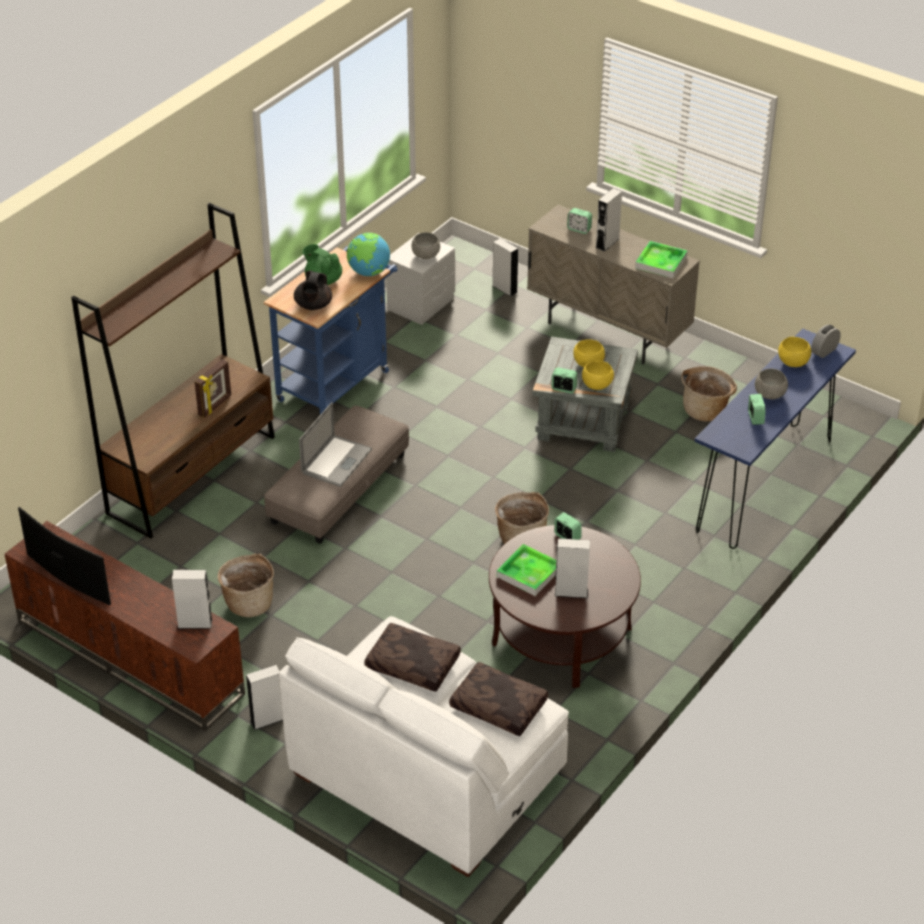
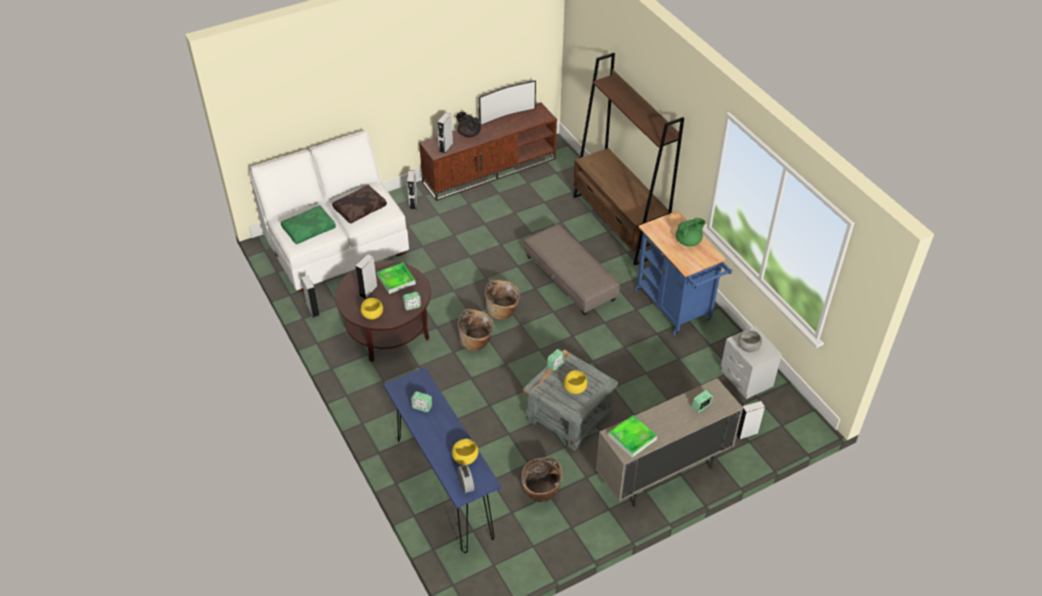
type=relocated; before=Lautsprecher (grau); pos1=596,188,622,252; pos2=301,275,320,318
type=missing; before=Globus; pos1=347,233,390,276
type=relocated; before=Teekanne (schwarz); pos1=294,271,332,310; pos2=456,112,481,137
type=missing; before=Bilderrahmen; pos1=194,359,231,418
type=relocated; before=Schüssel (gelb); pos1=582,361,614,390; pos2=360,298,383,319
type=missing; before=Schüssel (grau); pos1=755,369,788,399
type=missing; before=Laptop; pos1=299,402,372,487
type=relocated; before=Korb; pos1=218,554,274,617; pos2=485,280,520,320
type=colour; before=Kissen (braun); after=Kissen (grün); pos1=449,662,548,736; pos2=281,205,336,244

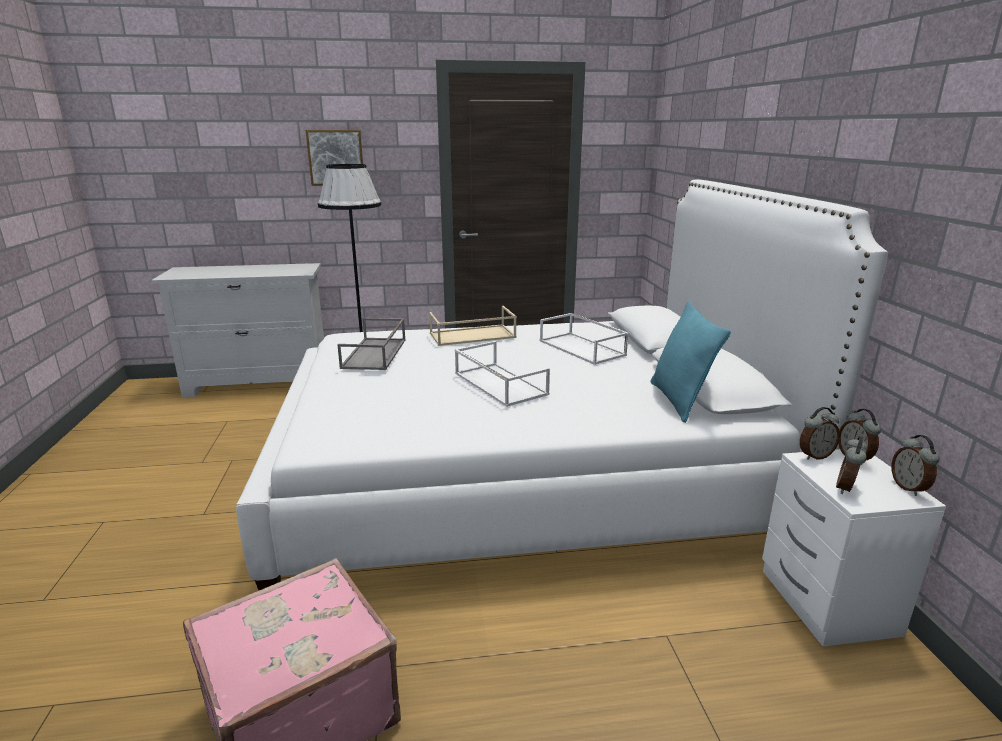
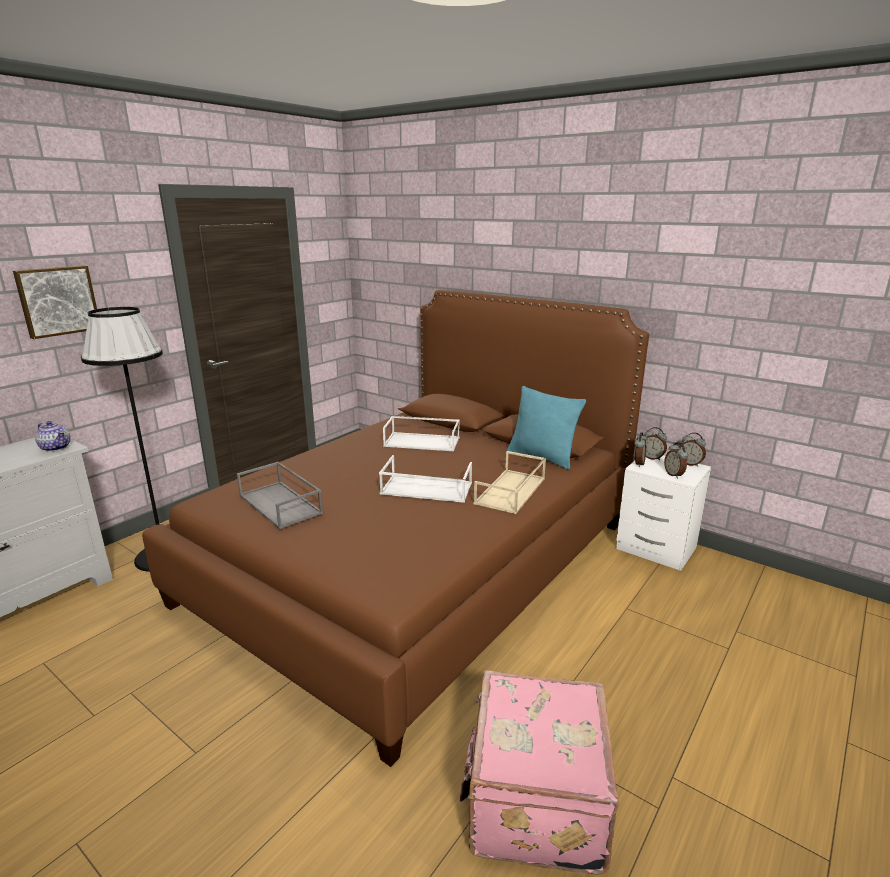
type=colour; before=Bett (weiß); after=Bett (braun); pos1=236,179,888,590; pos2=142,290,649,767
type=relocated; before=Tablett (beige); pos1=429,306,517,346; pos2=474,451,546,514
type=appeared; after=Teekanne; pos2=35,421,71,452

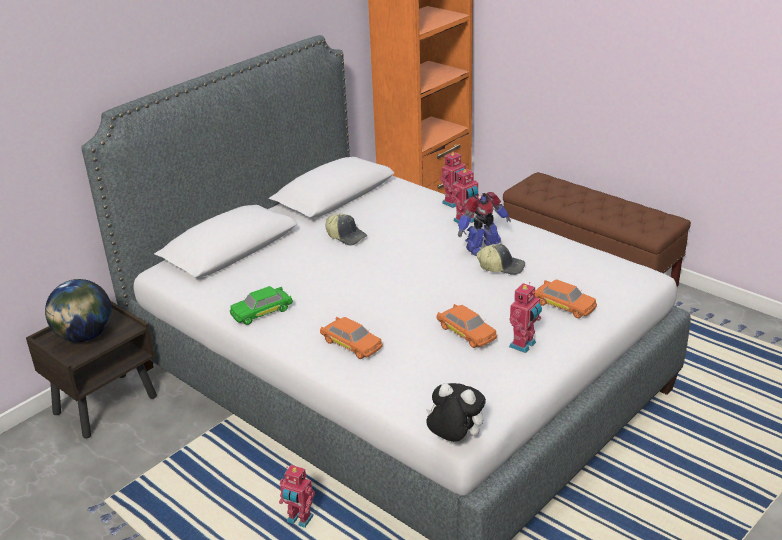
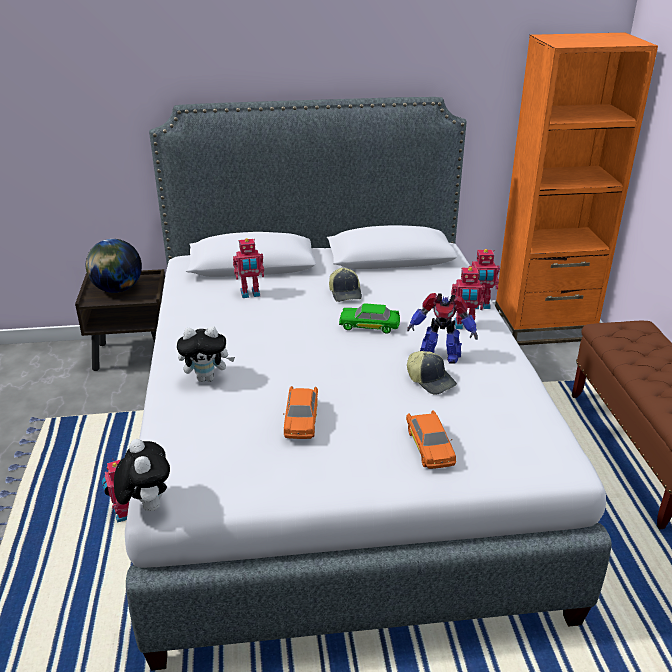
type=relocated; before=Spielzeugroboter; pos1=509,282,542,353; pos2=233,238,264,298
type=relocated; before=Spielzeugauto (grün); pos1=230,286,293,325; pos2=339,303,400,334
type=exchanged; before=Spielzeugauto (orange); after=Plüschtier; pos1=320,317,383,359; pos2=177,326,235,382

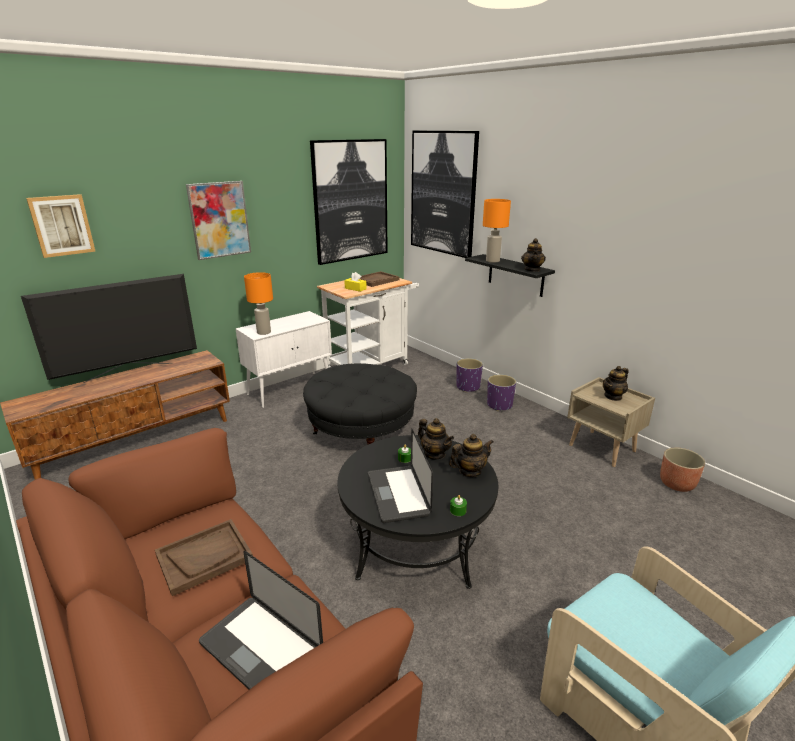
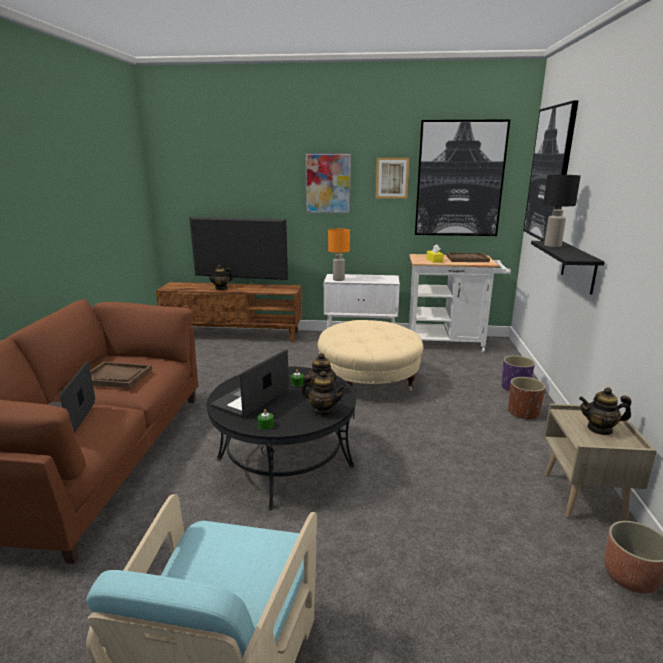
type=relocated; before=Bild; pos1=26,194,96,258; pos2=376,158,409,199
type=colour; before=Tischlampe (orange); after=Tischlampe (schwarz); pos1=483,199,511,263; pos2=543,175,581,247
type=relocated; before=Teekanne; pos1=521,238,546,272; pos2=208,265,233,290
type=colour; before=Polsterhocker (schwarz); after=Polsterhocker (beige); pos1=303,363,417,444; pos2=318,320,423,391
type=colour; before=Pflanzkübel (lila); after=Pflanzkübel (braun); pos1=487,374,516,411; pos2=508,377,546,420

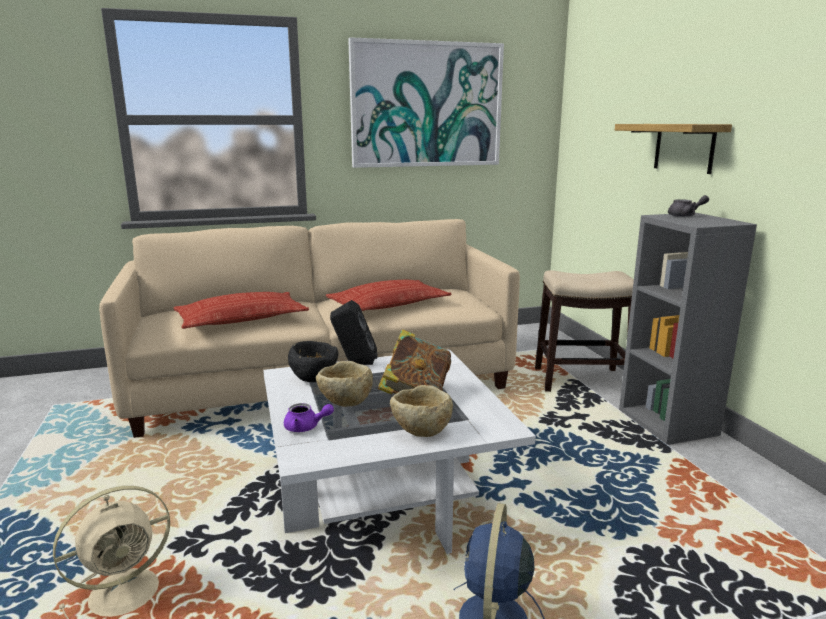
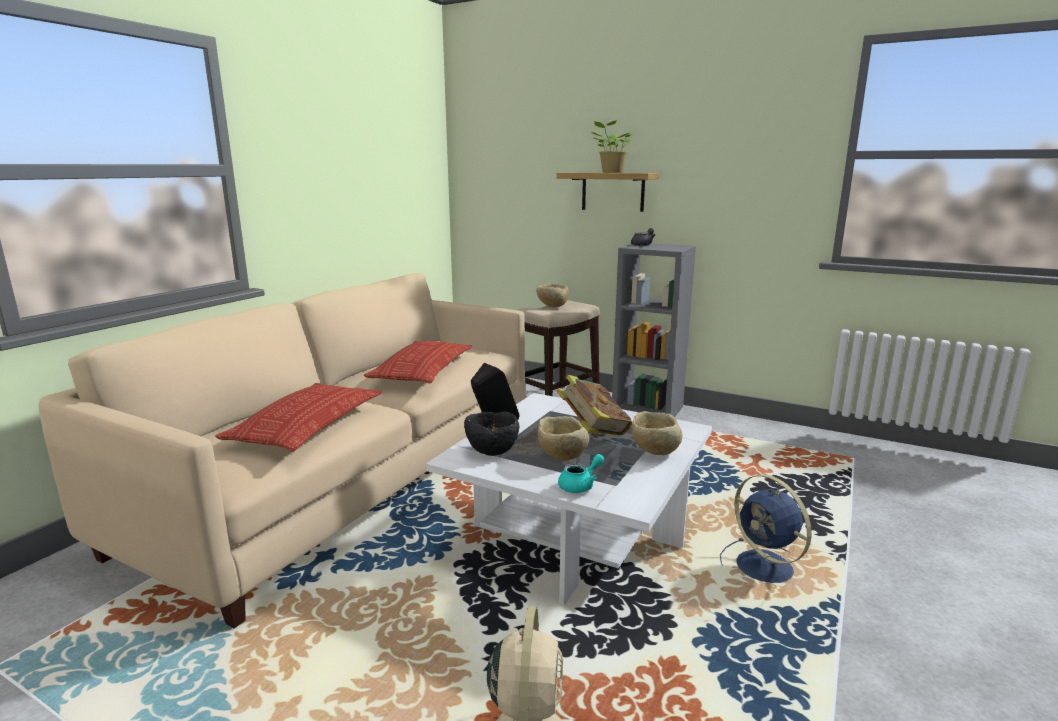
type=missing; before=Bild; pos1=348,37,504,168
type=colour; before=Teekanne (lila); after=Teekanne (türkis); pos1=284,403,334,432; pos2=558,454,604,493
type=appeared; after=Topfpflanze; pos2=591,121,634,173
type=appeared; after=Schüssel (beige); pos2=536,283,569,307

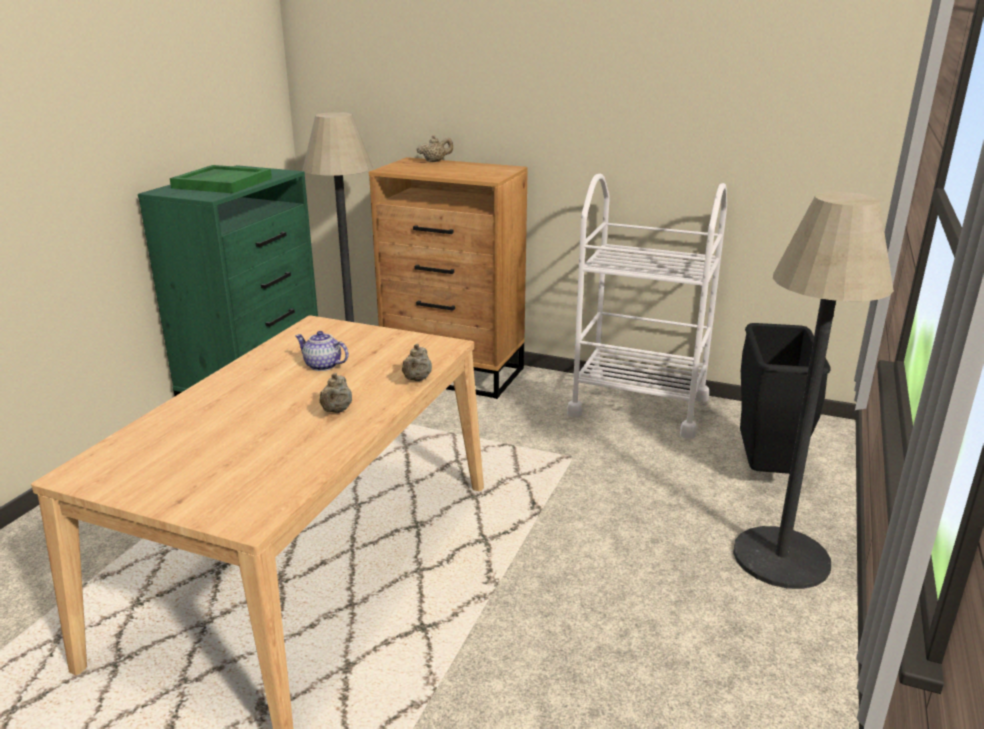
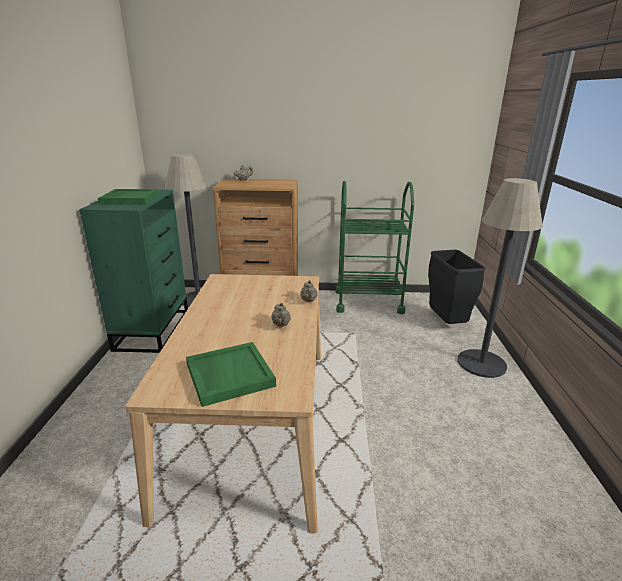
type=colour; before=Rollwagen (weiß); after=Rollwagen (grün); pos1=567,174,727,439; pos2=336,181,414,314
type=missing; before=Teekanne; pos1=295,331,348,371
type=appeared; after=Tablett (grün); pos2=186,342,276,407

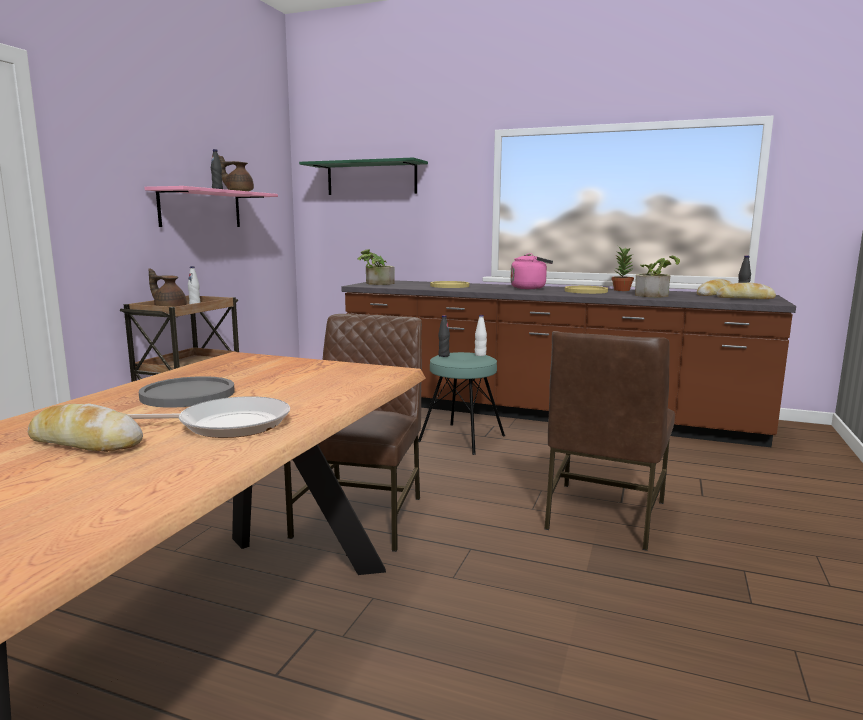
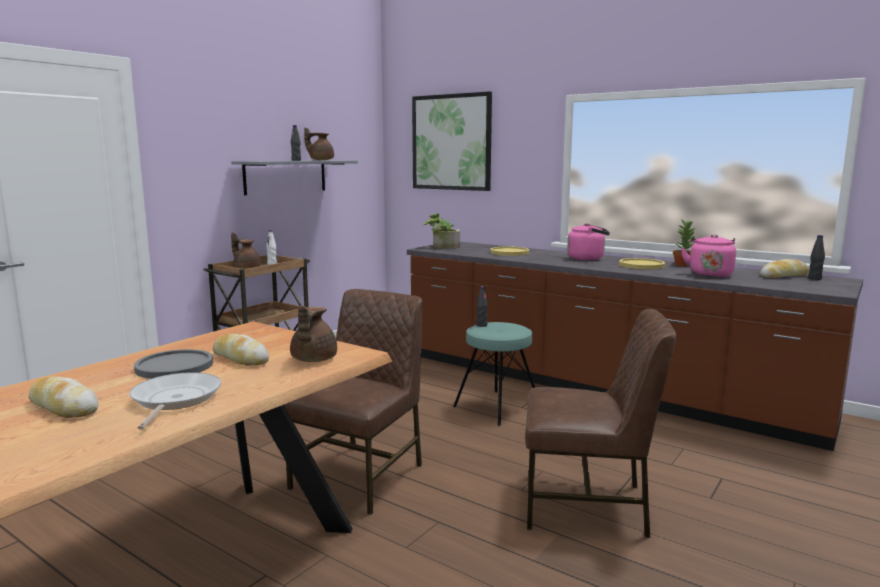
type=exchanged; before=Wandregal (grün); after=Bild; pos1=299,157,428,195; pos2=412,91,492,191
type=colour; before=Wandregal (rosa); after=Wandregal (grau); pos1=144,186,278,227; pos2=231,160,358,195
type=exchanged; before=Topfpflanze; after=Wasserkessel (rosa); pos1=635,256,680,297; pos2=681,234,736,277
type=relocated; before=Brot; pos1=716,282,776,299; pos2=213,334,269,366
type=missing; before=Flasche (weiß); pos1=475,315,487,356
type=spun; before=Stuhl (braun); pos1=544,331,675,551; pos2=525,309,677,538; turn=-120
type=spun; before=Pfanne; pos1=127,396,290,438; pos2=129,372,221,430; turn=-105
type=appeared; after=Teekanne (braun); pos2=290,306,337,362

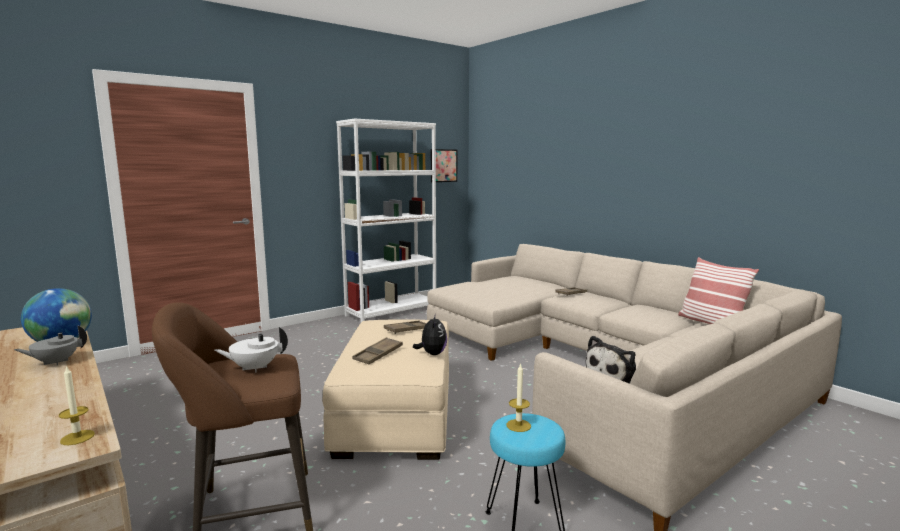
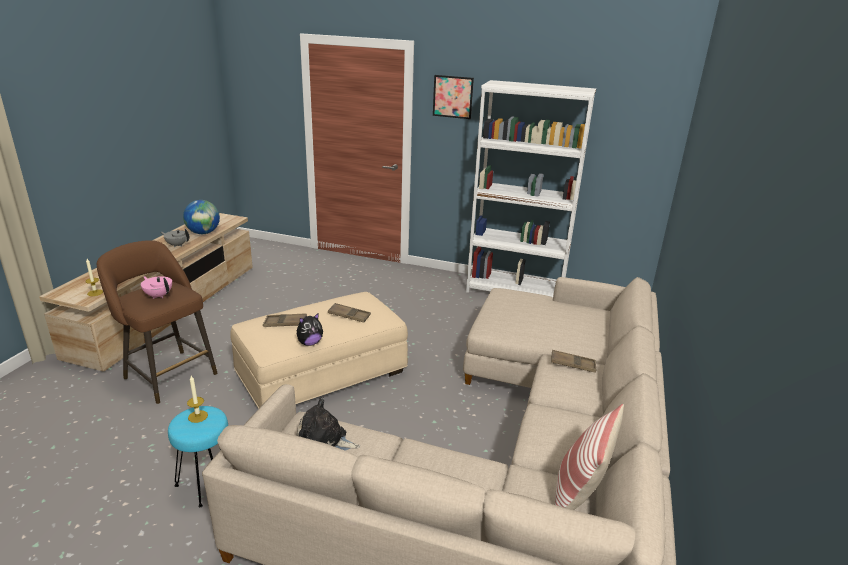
type=relocated; before=Bild; pos1=431,149,457,182; pos2=433,75,474,119
type=colour; before=Teekanne (weiß); after=Teekanne (rosa); pos1=214,327,288,373; pos2=141,276,172,299

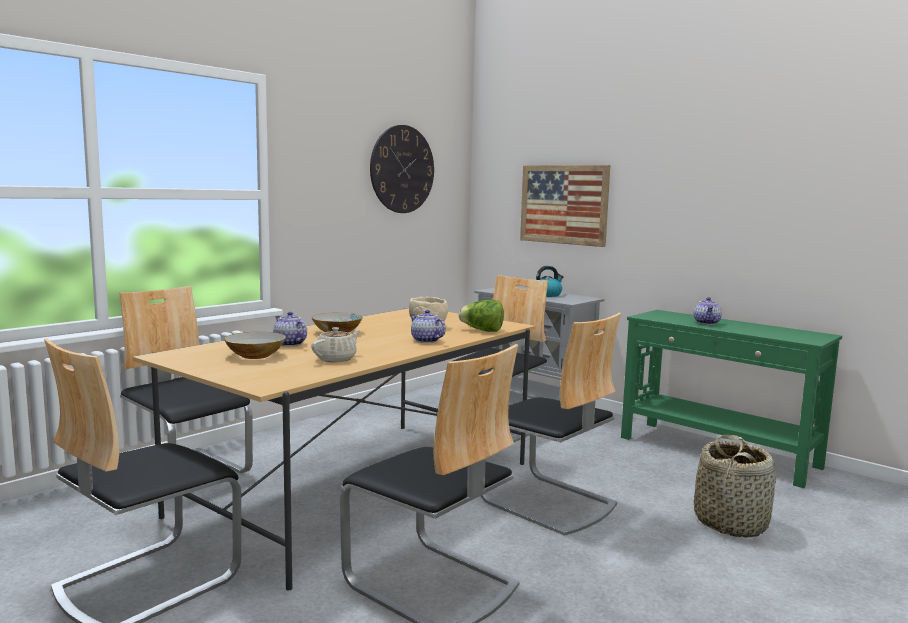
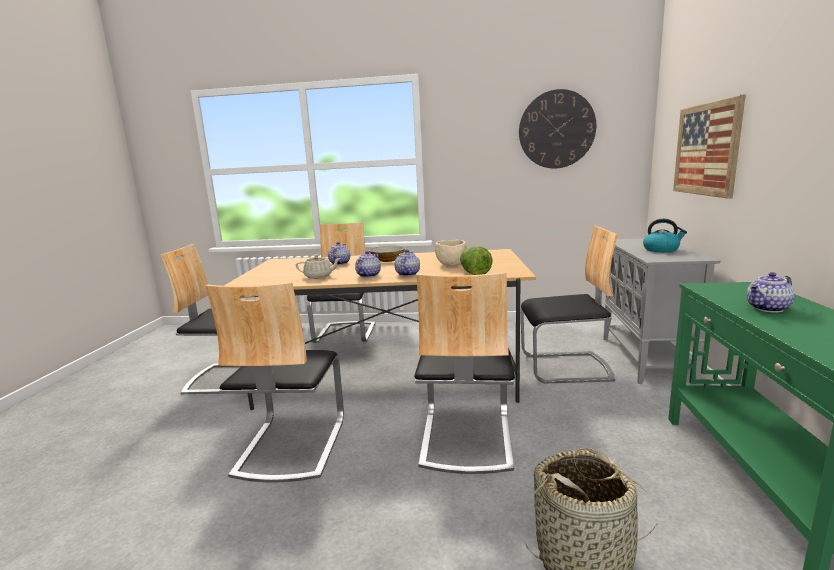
type=missing; before=Schüssel; pos1=224,332,286,359
type=appeared; after=Teekanne; pos2=355,251,381,278

